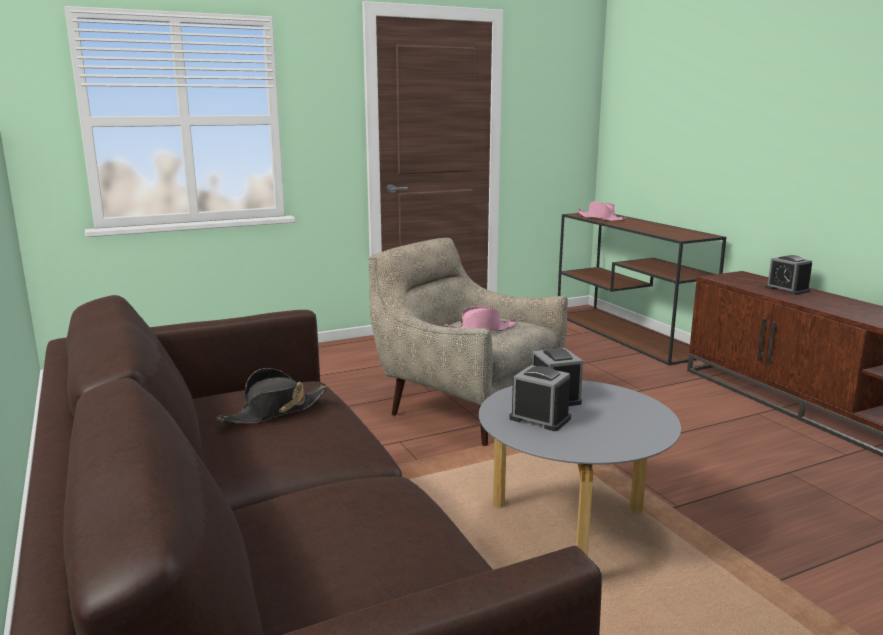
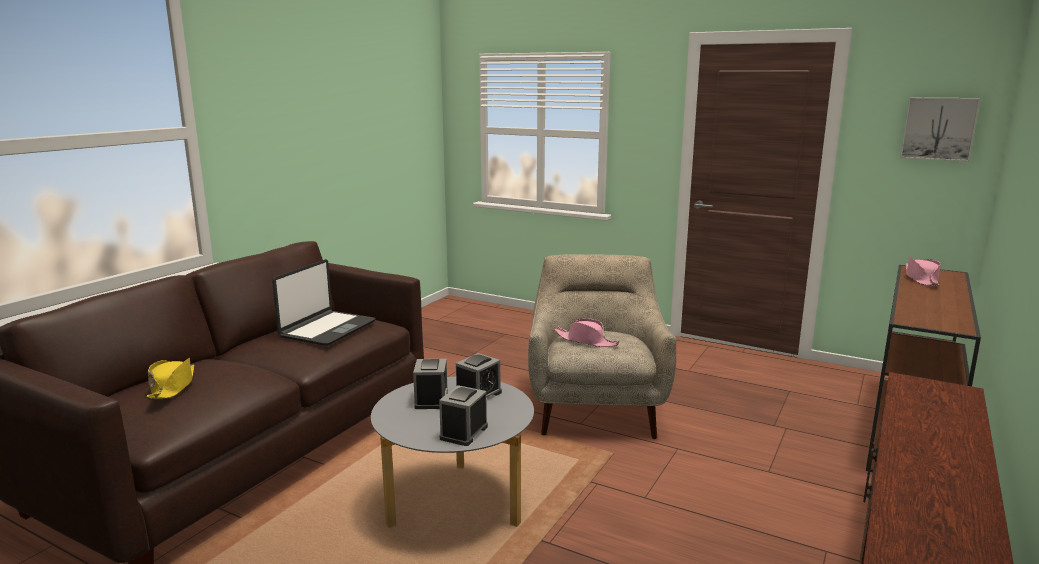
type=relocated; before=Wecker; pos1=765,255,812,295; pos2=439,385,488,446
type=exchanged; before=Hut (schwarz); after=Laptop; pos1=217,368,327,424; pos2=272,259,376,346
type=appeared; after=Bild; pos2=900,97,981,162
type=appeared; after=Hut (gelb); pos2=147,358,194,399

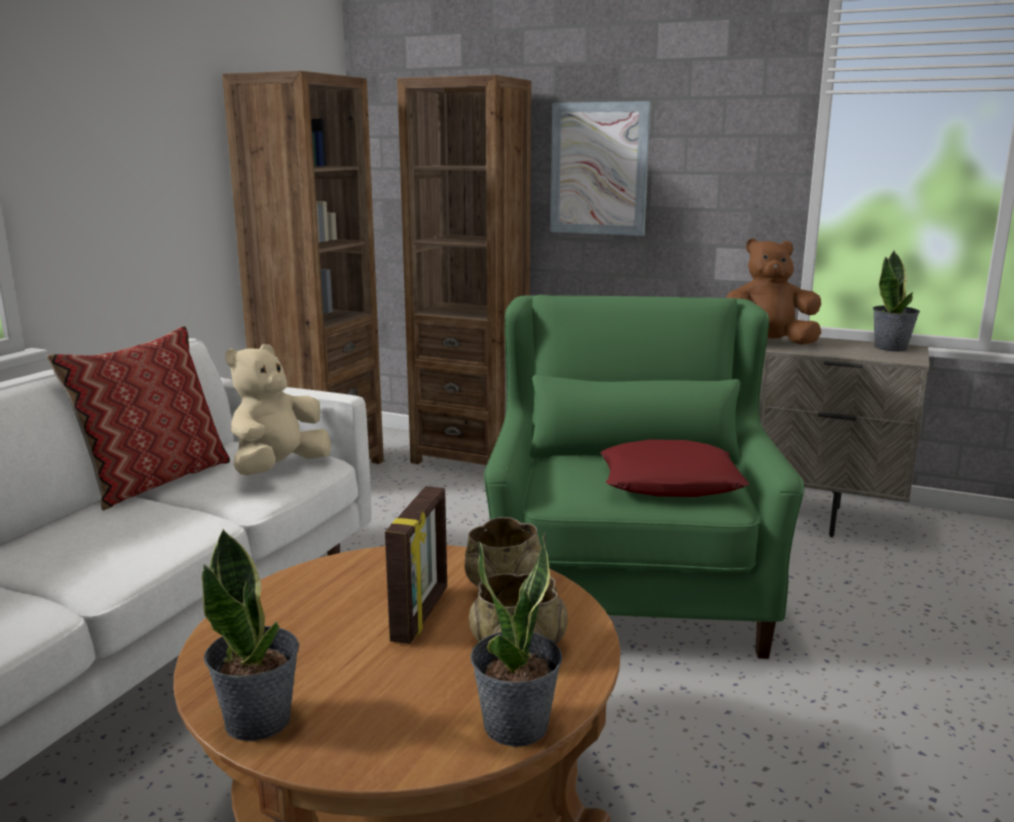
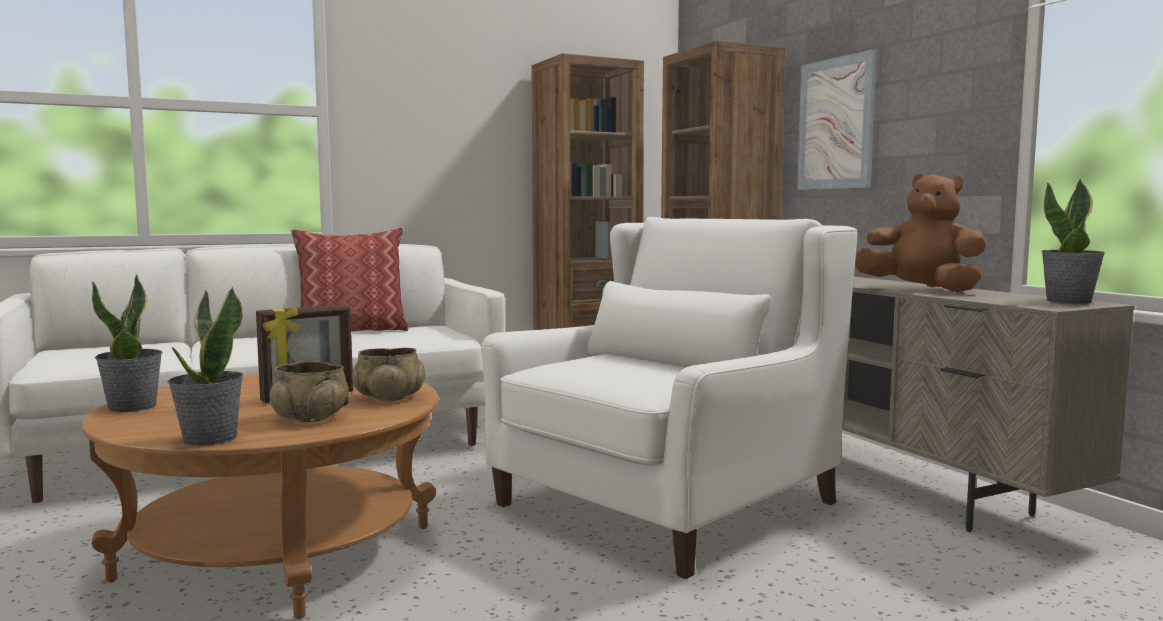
type=colour; before=Sessel (grün); after=Sessel (weiß); pos1=484,295,804,659; pos2=481,217,857,579
type=missing; before=Plüschtier (beige); pos1=225,344,331,475
type=missing; before=Kissen (rot); pos1=600,439,749,497

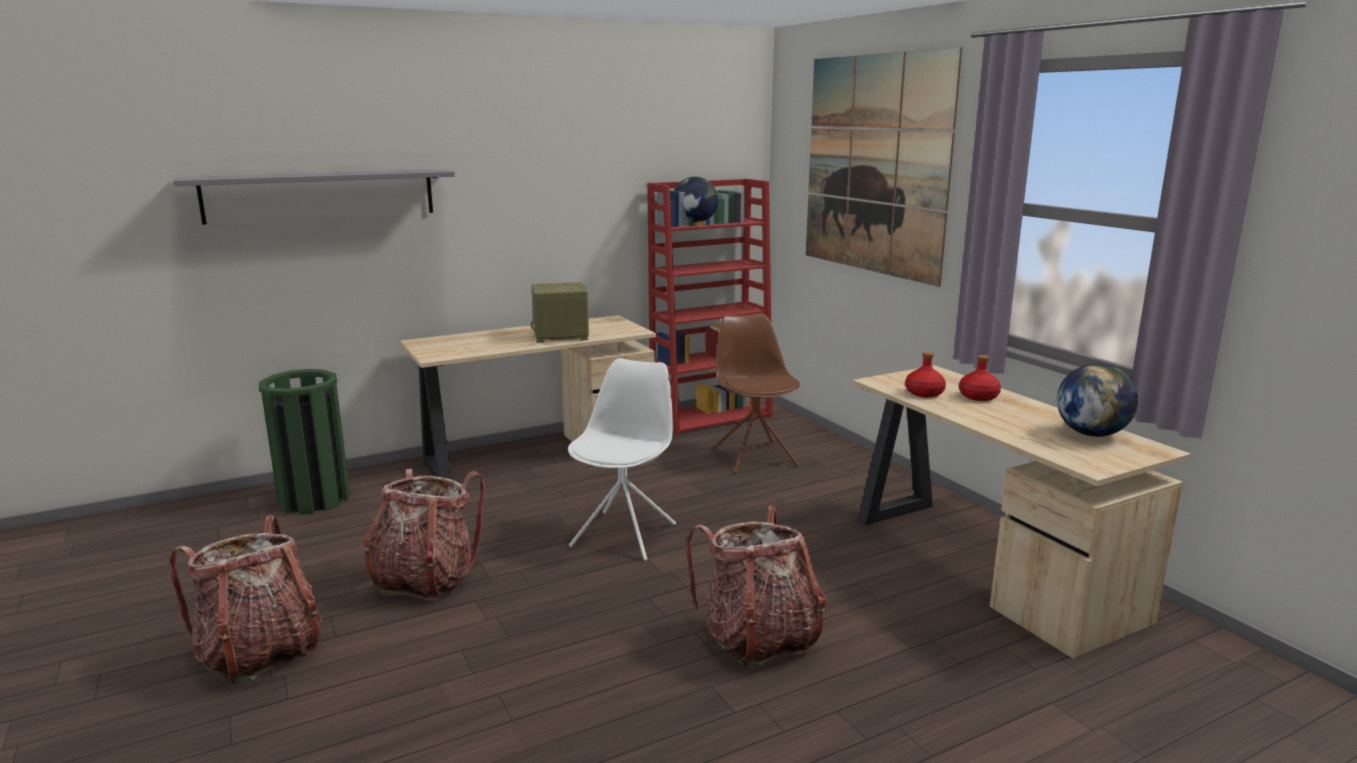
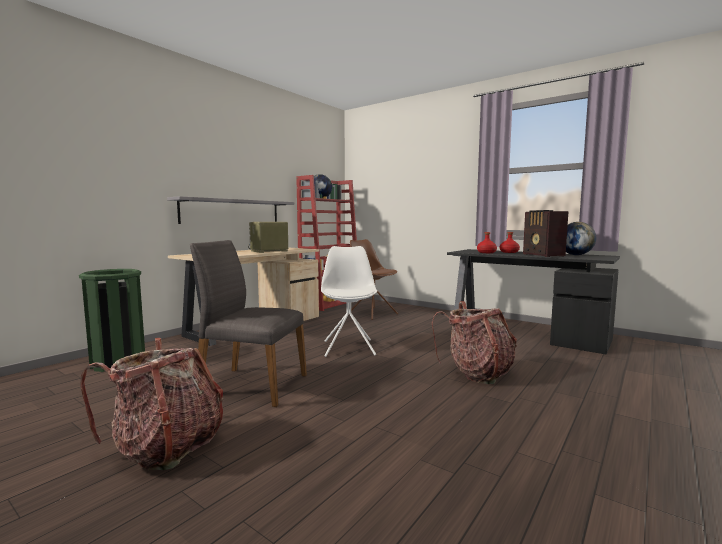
type=missing; before=Bild; pos1=806,47,962,287
type=relocated; before=Wandregal (grau); pos1=174,169,455,225; pos2=167,196,295,224
type=colour; before=Schreibtisch (beige); after=Schreibtisch (schwarz); pos1=852,365,1191,658; pos2=447,249,620,355
type=exchanged; before=Rucksack; after=Stuhl (grau); pos1=364,468,485,601; pos2=190,240,307,407
type=appeared; after=Radio; pos2=523,210,568,257

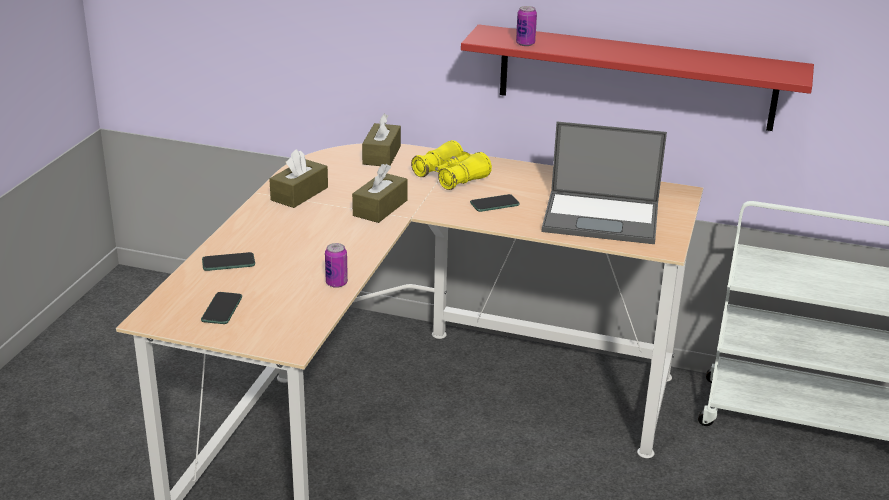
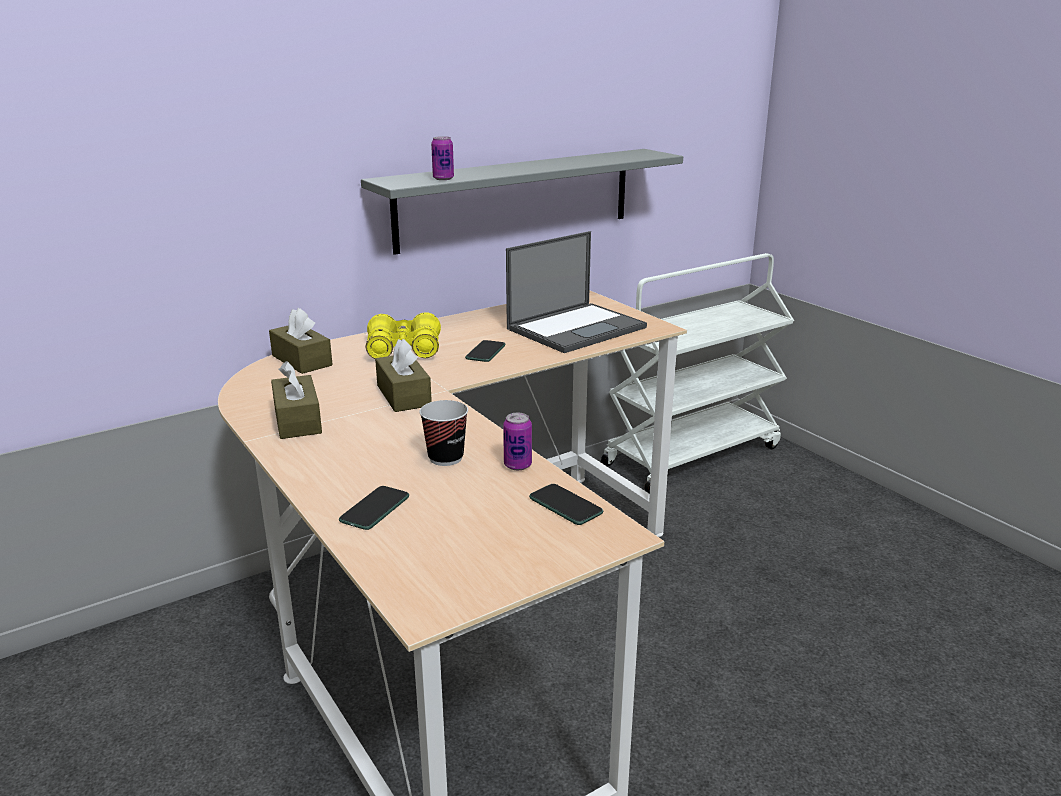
type=colour; before=Wandregal (rot); after=Wandregal (grau); pos1=461,24,814,131; pos2=361,149,683,255
type=relocated; before=Handy; pos1=201,292,242,324; pos2=529,484,603,525
type=appeared; after=Tasse; pos2=419,400,468,466

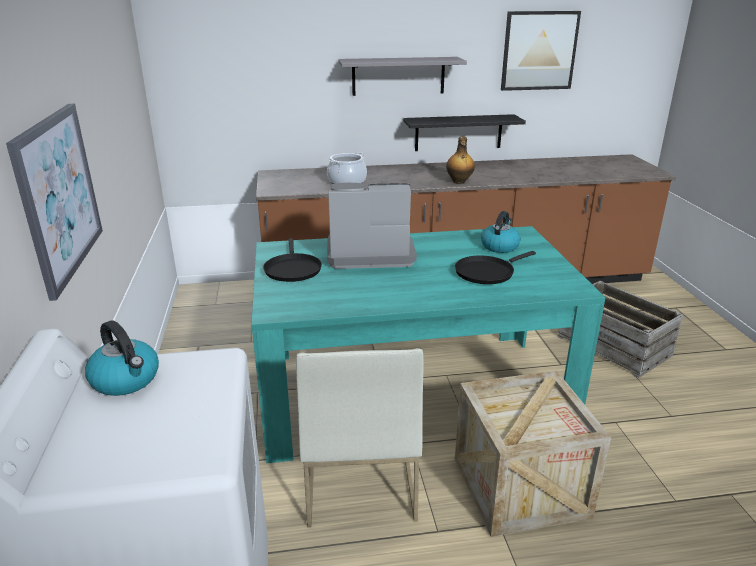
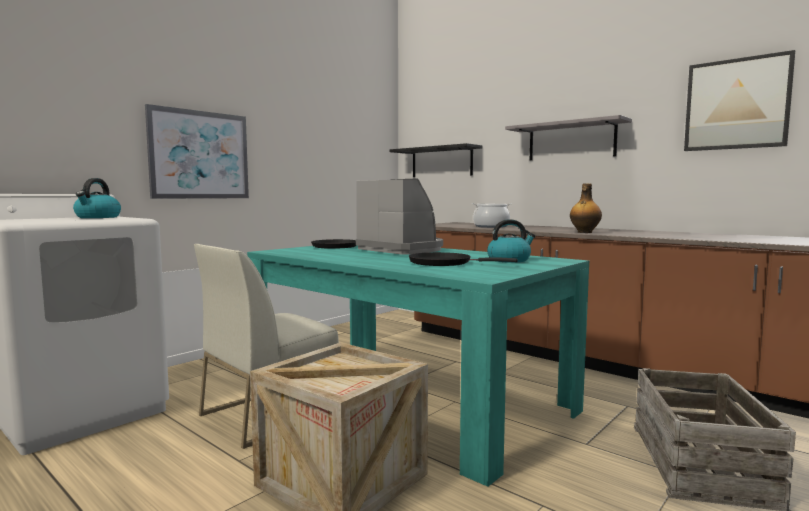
type=relocated; before=Wandregal (schwarz); pos1=403,114,526,151; pos2=390,143,482,177

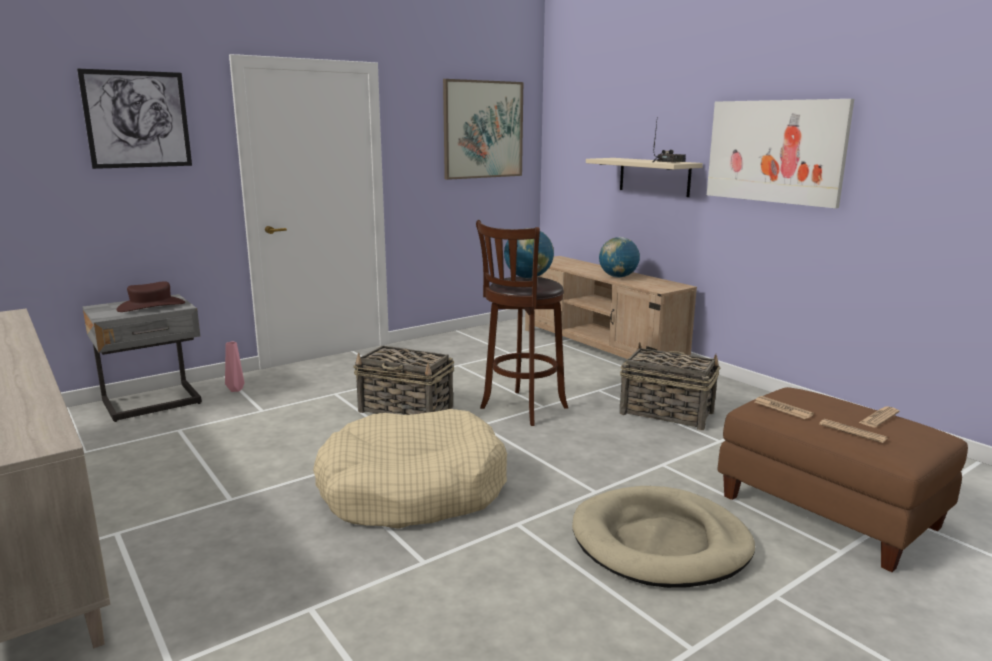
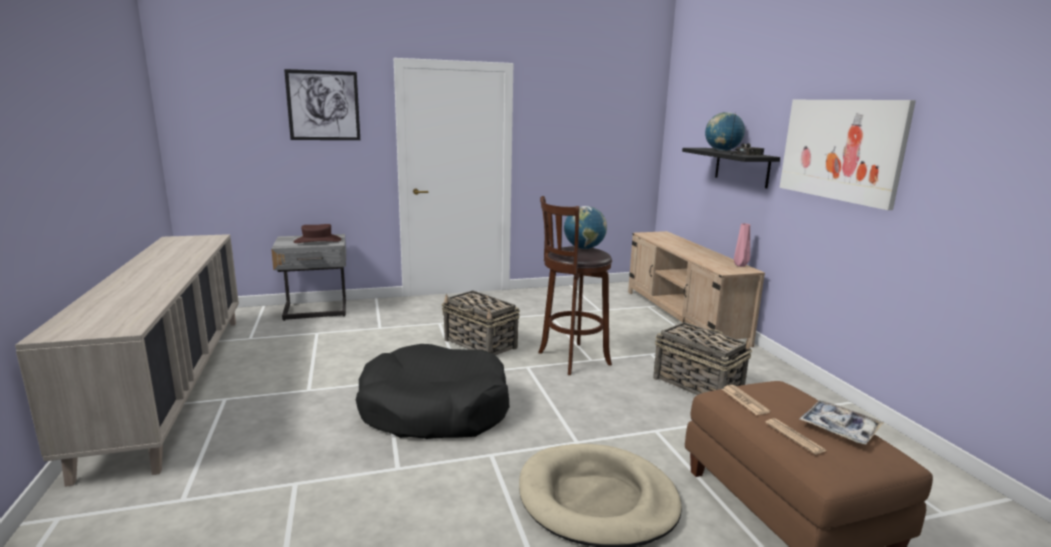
type=missing; before=Bild; pos1=443,79,523,180
type=colour; before=Wandregal (beige); after=Wandregal (schwarz); pos1=586,158,703,197; pos2=682,148,780,188
type=relocated; before=Globus; pos1=599,237,640,278; pos2=705,112,745,151
type=relocated; before=Vase (rosa); pos1=225,342,244,392; pos2=734,223,750,267
type=exchanged; before=Zeitung; after=Tablett; pos1=859,406,900,427; pos2=800,400,884,444
type=colour; before=Hundebett (beige); after=Hundebett (schwarz); pos1=313,409,507,529; pos2=356,344,509,439

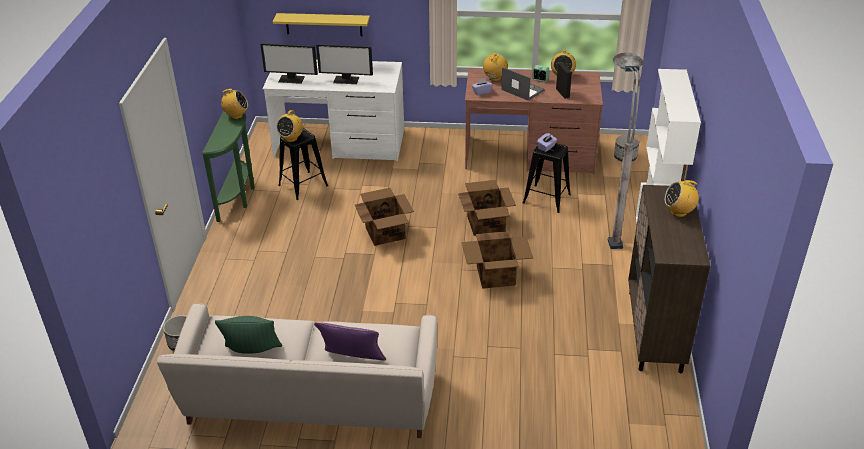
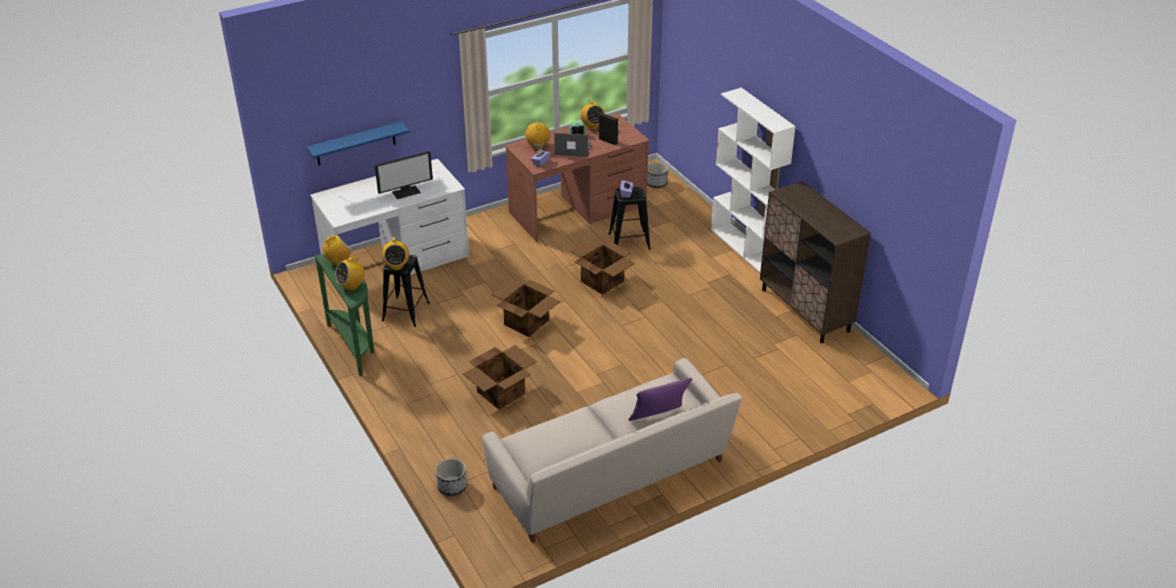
type=colour; before=Wandregal (gelb); after=Wandregal (blau); pos1=273,13,370,36; pos2=306,121,410,165
type=missing; before=Monitor; pos1=260,43,318,84
type=missing; before=Stehlampe (grau); pos1=608,52,643,249
type=relocated; before=Radio; pos1=664,180,699,217; pos2=335,256,365,291
type=relocated; before=Karton; pos1=462,231,533,289; pos2=463,345,537,410
type=missing; before=Kissen (grün); pos1=215,316,282,354

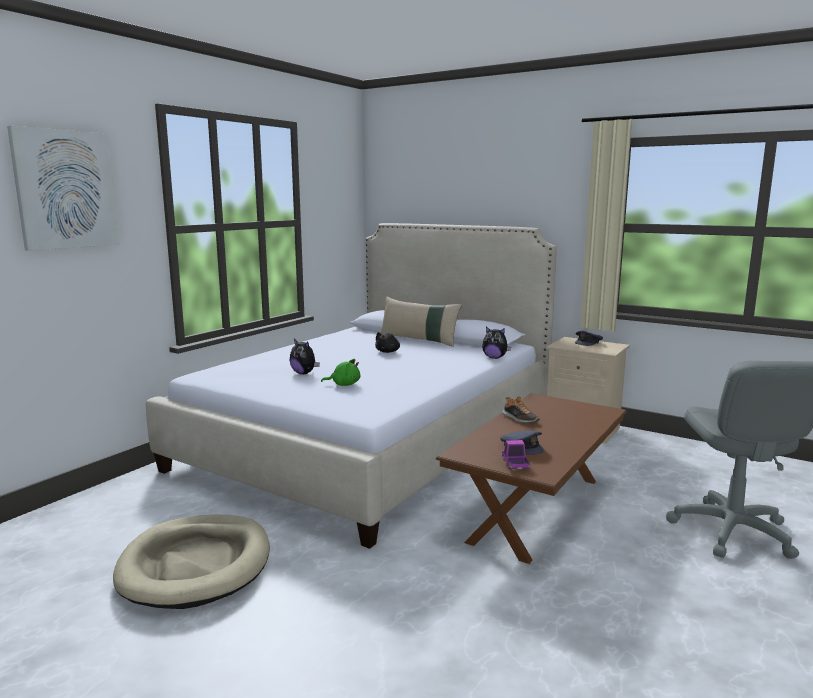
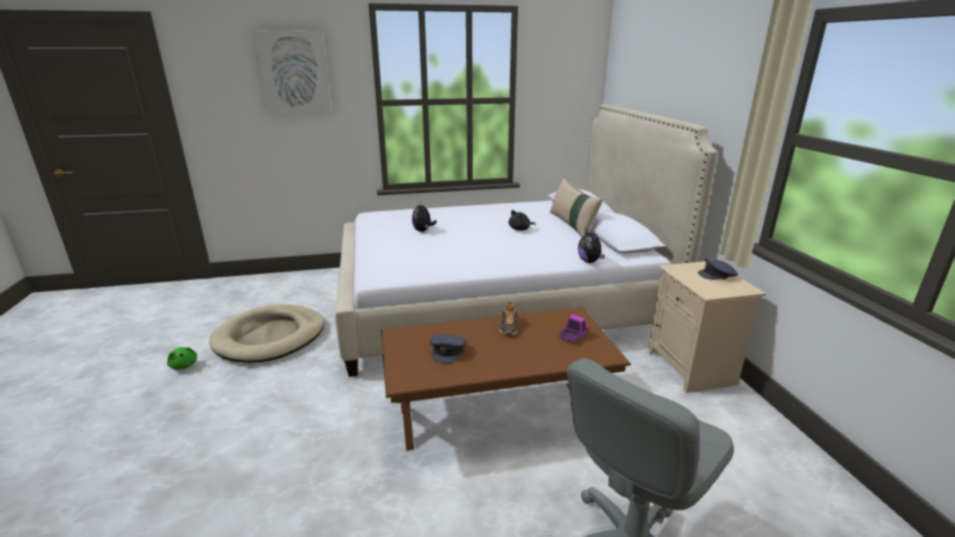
type=relocated; before=Plüschtier (grün); pos1=321,359,360,386; pos2=167,347,197,370
type=relocated; before=Spielzeuglaster; pos1=502,440,530,469; pos2=559,314,589,343

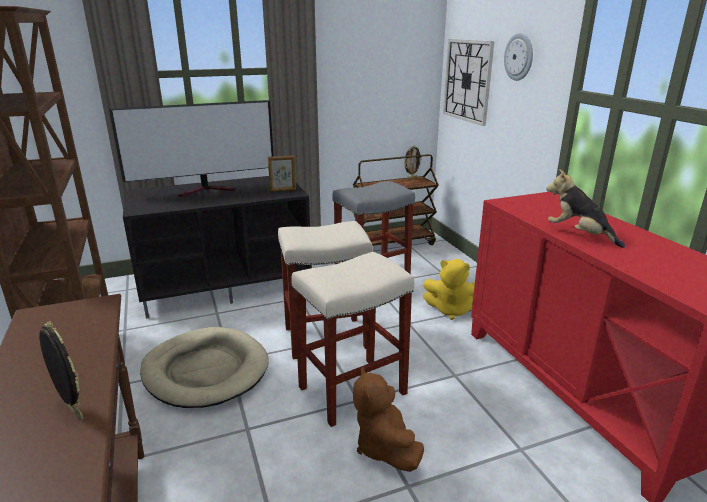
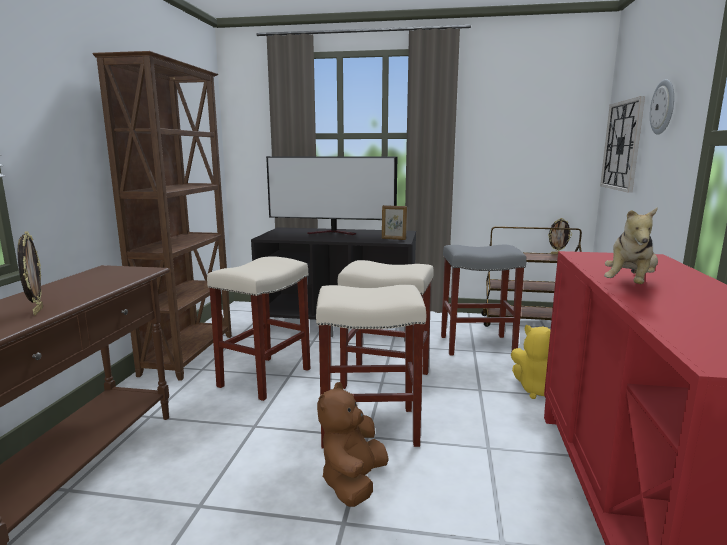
type=spun; before=Plüschtier; pos1=546,169,625,248; pos2=604,207,658,284; turn=-135
type=exchanged; before=Hundebett (beige); after=Hocker (beige); pos1=140,327,269,408; pos2=207,256,311,401

